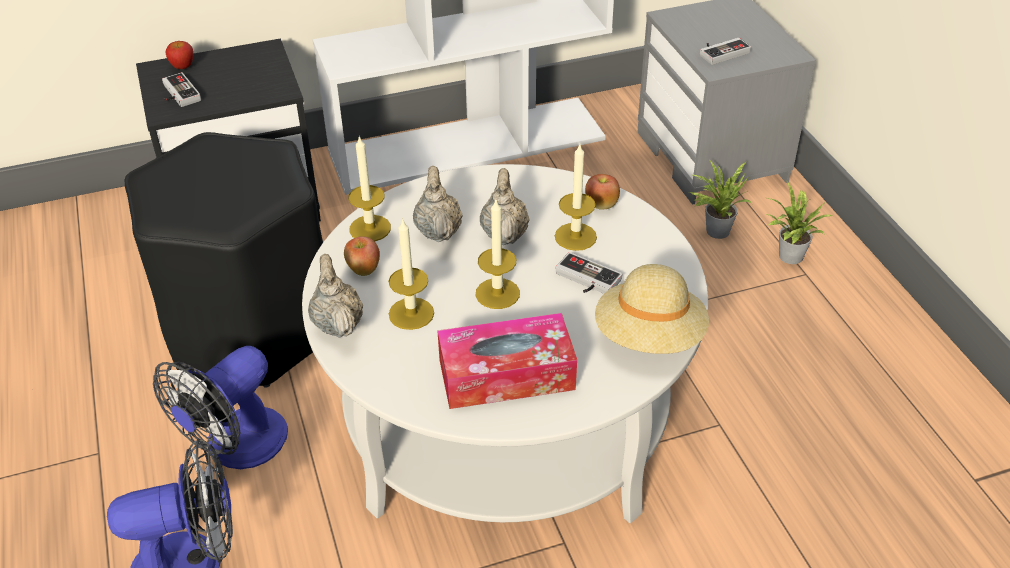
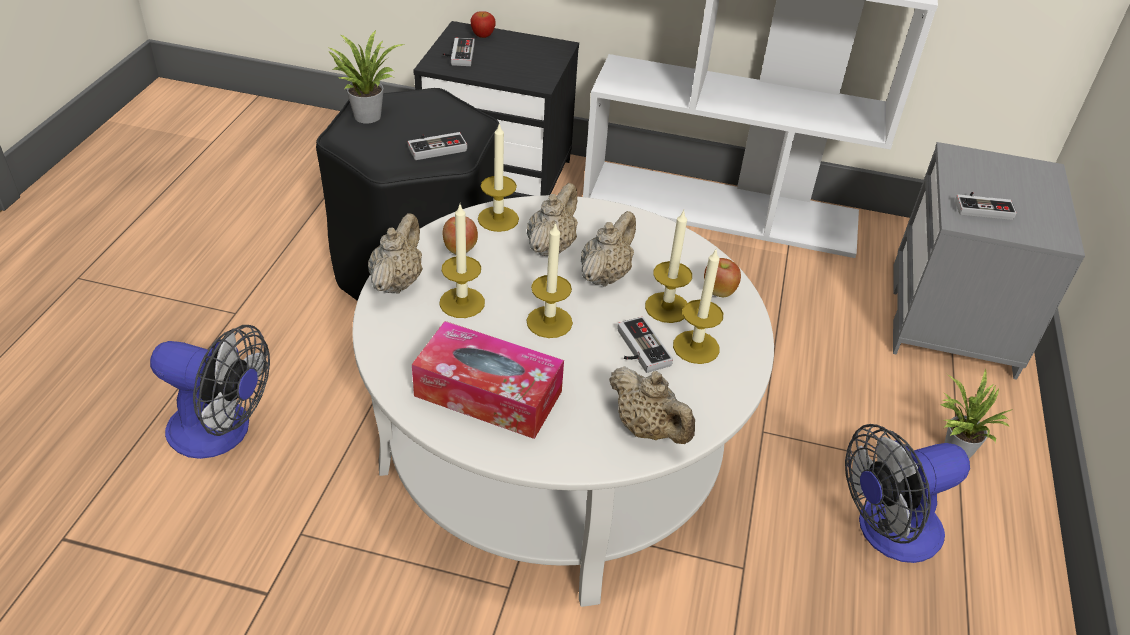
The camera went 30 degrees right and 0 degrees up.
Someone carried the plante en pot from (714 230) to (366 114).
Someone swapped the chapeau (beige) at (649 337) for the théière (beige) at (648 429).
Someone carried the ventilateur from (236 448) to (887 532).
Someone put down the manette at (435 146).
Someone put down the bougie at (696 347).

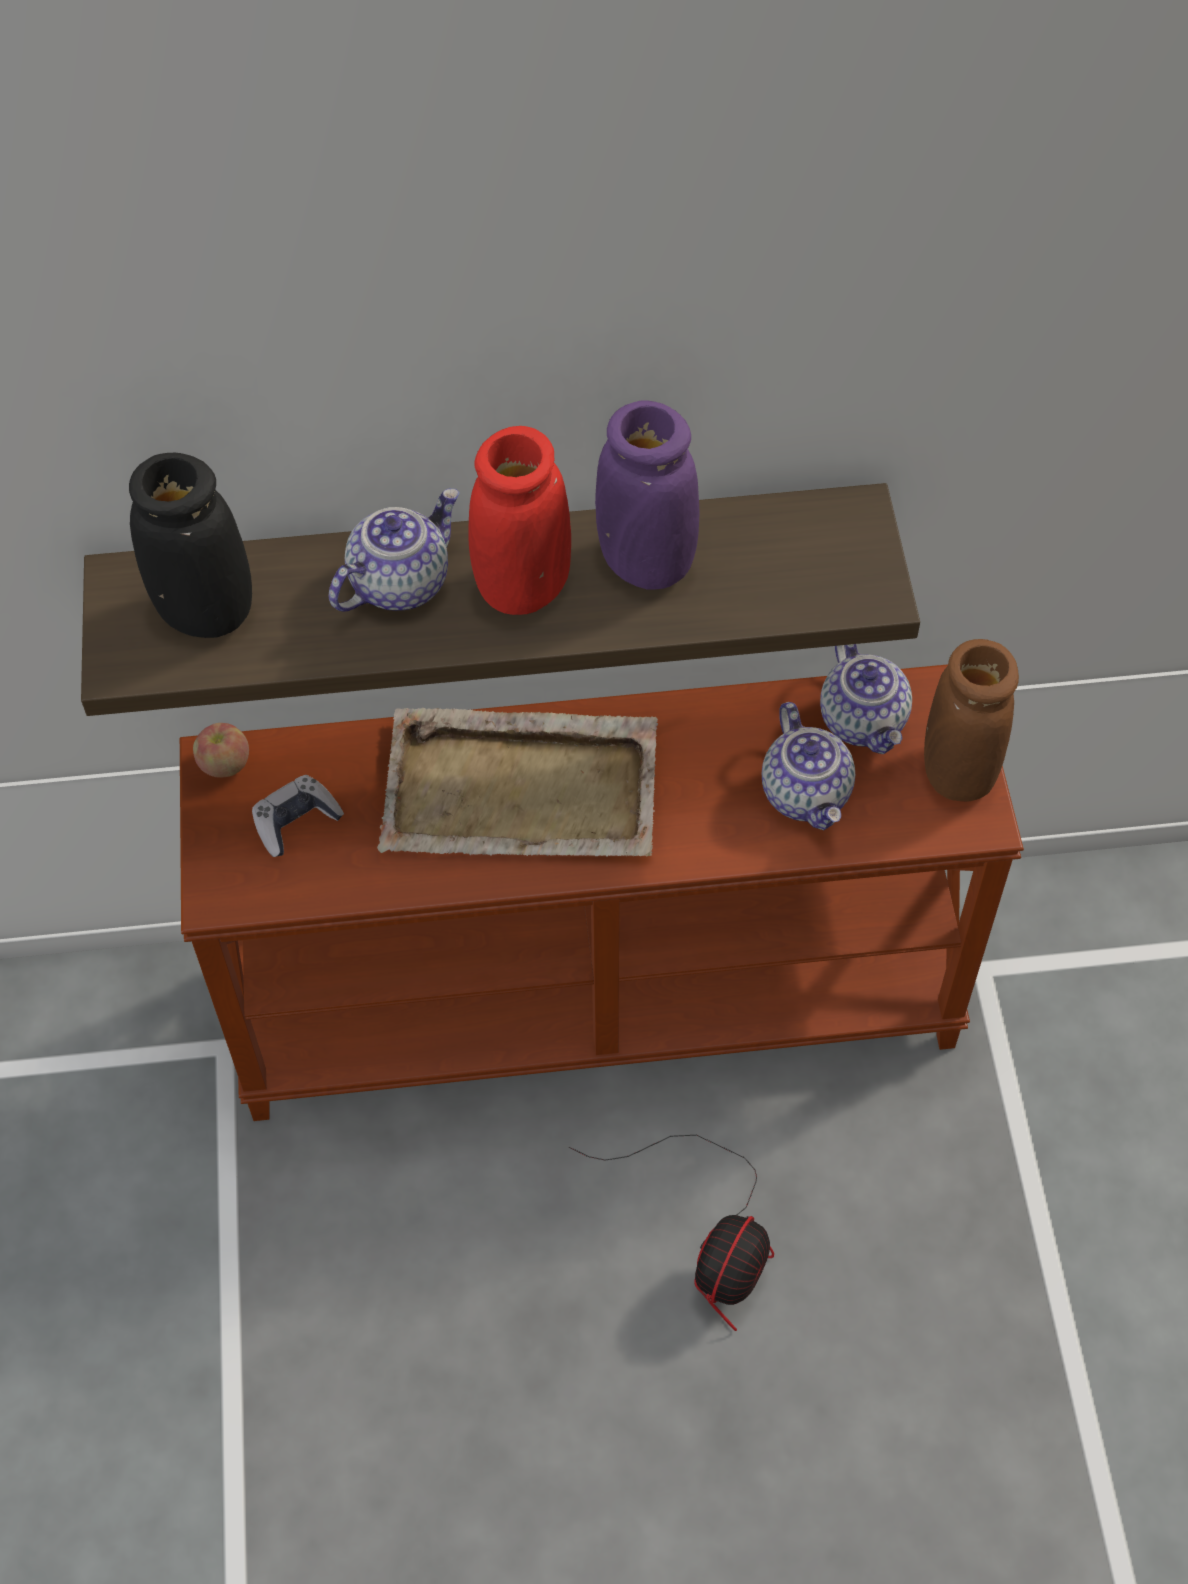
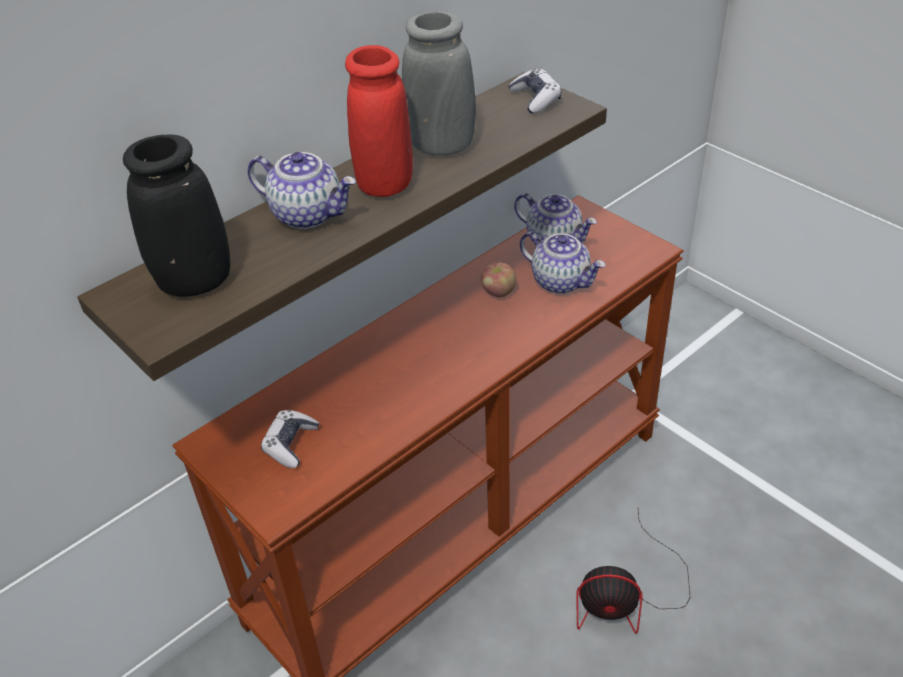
The camera went 35 degrees left and 15 degrees down.
Someone repainted the vase (violet) at (646 562), which became the vase (gris) at (441 146).
Someone rotated the théière at (399 582) by 105 degrees clockwise.
Someone took away the vase (marron) at (958 771).
Someone took away the plateau (beige) at (523 790).
Someone carried the pomme from (224 764) to (499 292).
Someone rotated the ventilateur at (712 1239) by 105 degrees clockwise.
Someone put down the manette at (535 99).

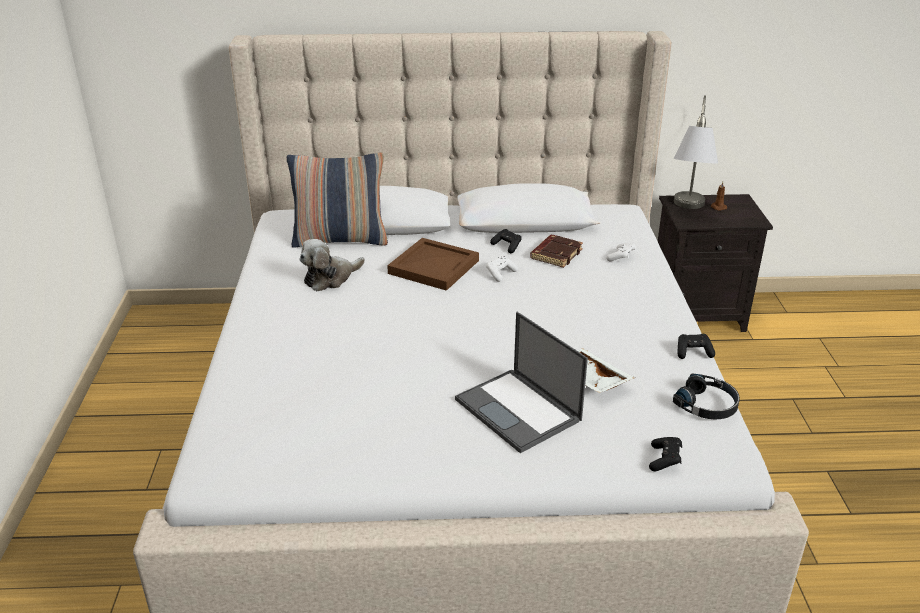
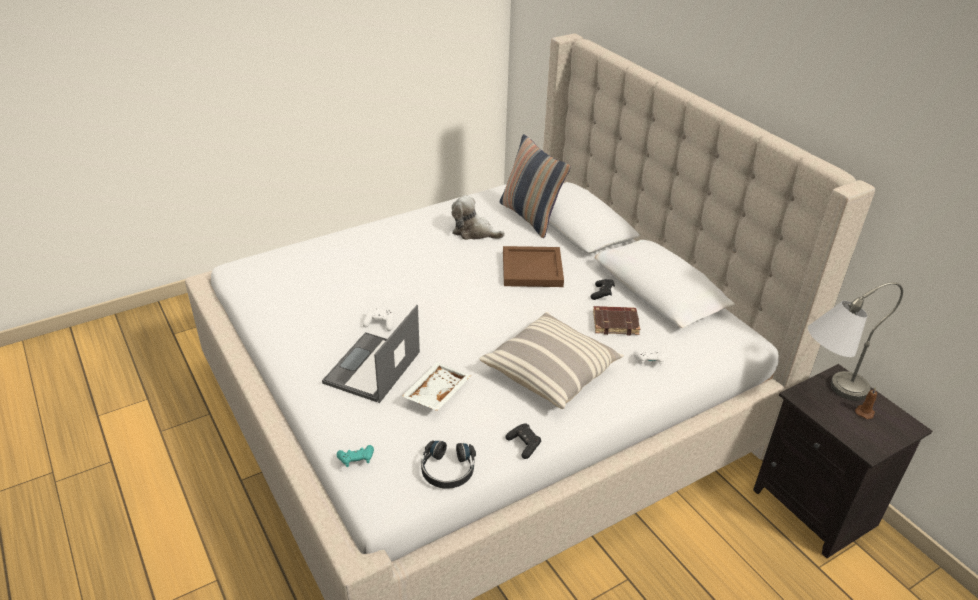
The camera went 60 degrees right and 5 degrees up.
Someone carried the manette (blanc) from (500 273) to (380 324).
Someone repainted the manette (noir) at (665 460), which became the manette (turquoise) at (356 461).
Someone put down the coussin at (551 372).

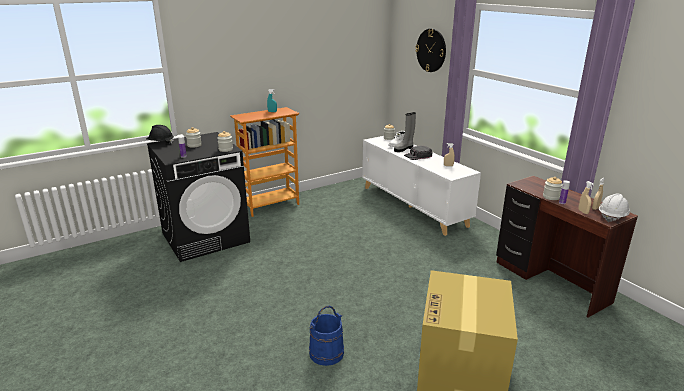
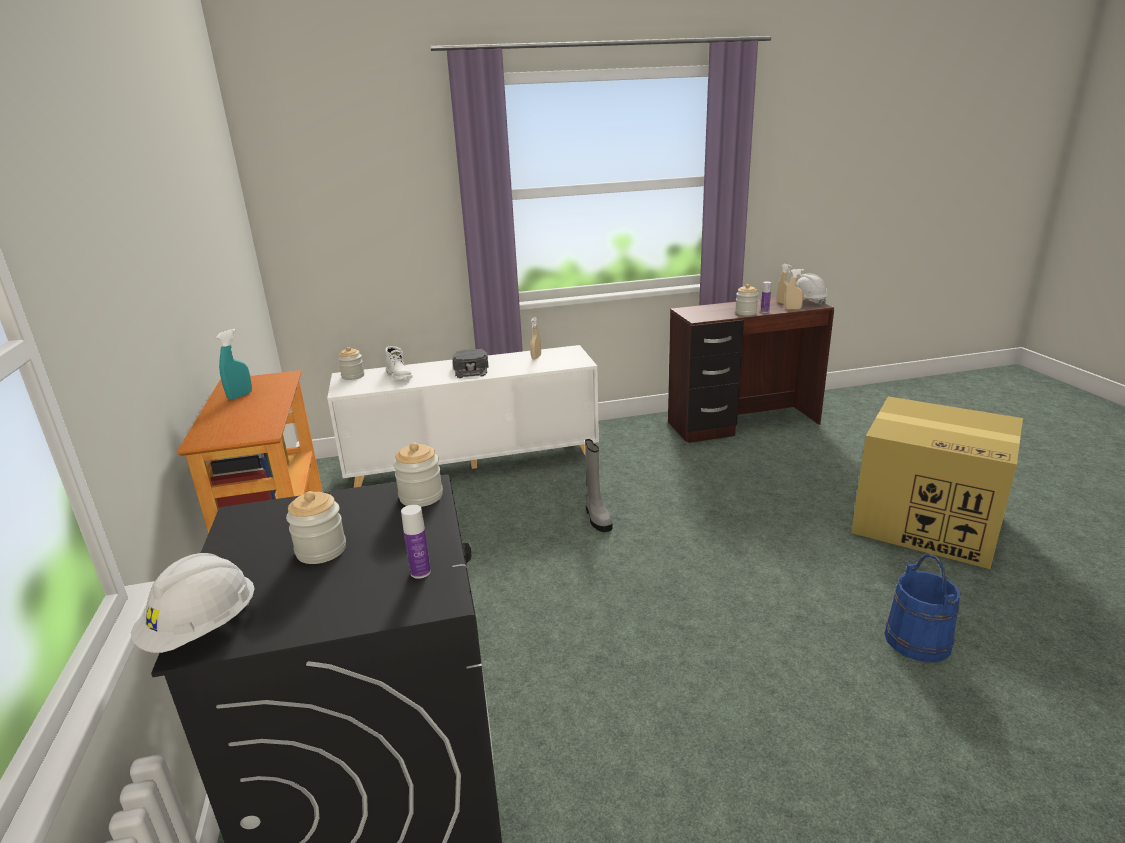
The camera went 70 degrees left and 0 degrees up.
Someone took away the horloge murale at (431 50).
Someone carried the botte (gris) from (404 149) to (597 518).
Someone repainted the casque de chantier (noir) at (160 143), which became the casque de chantier (blanc) at (202 630).

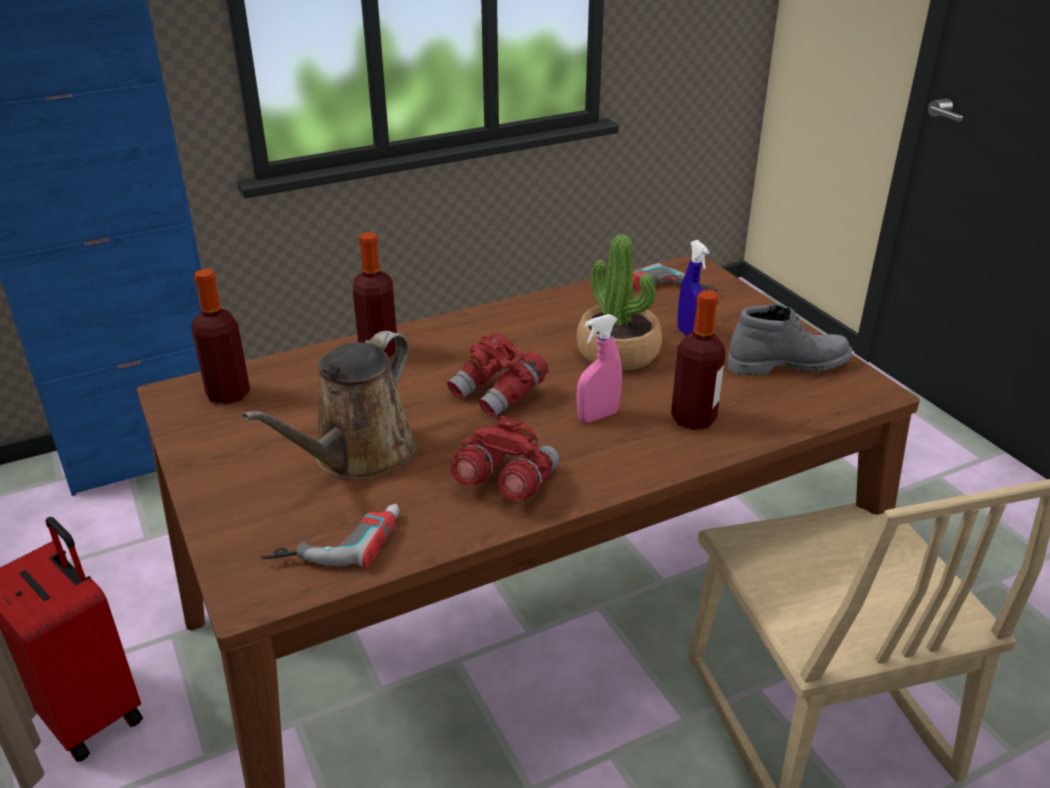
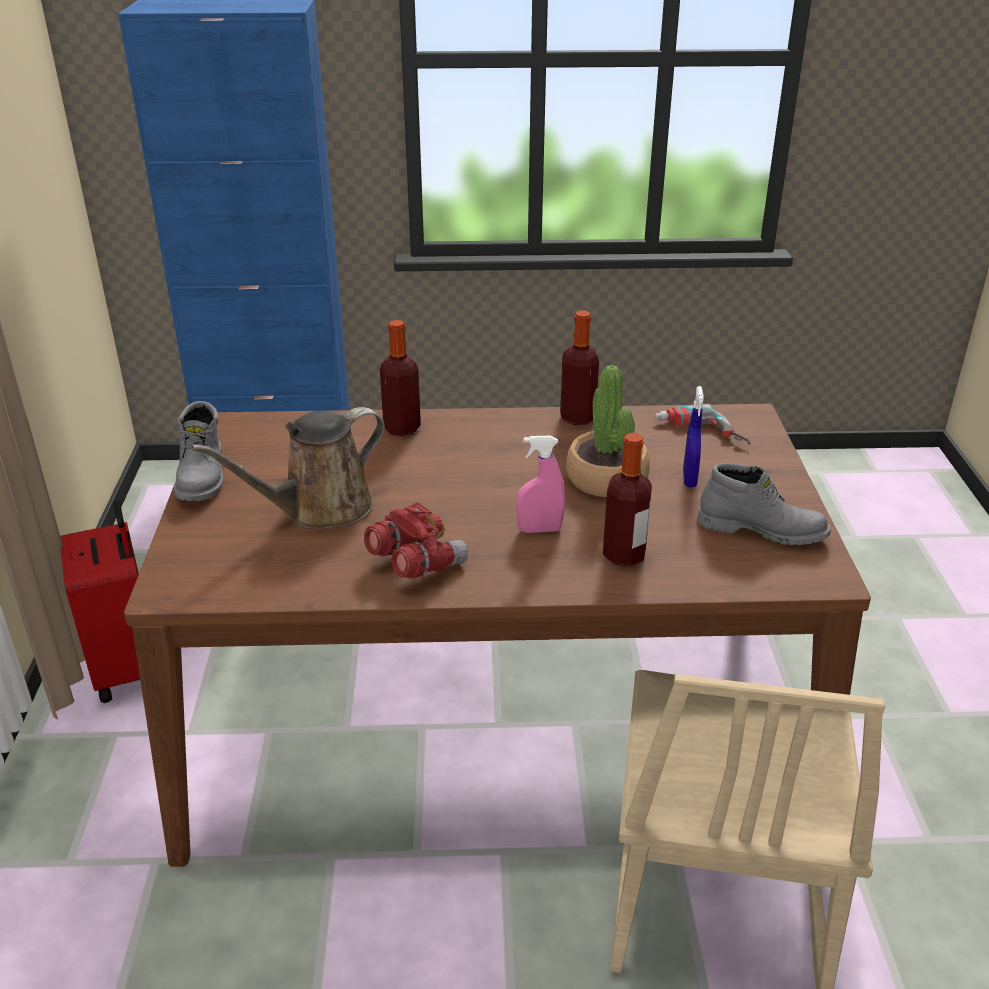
The camera went 25 degrees right and 0 degrees up.
Someone carried the bouteille from (228 394) to (577 417).
Someone took away the jumelles (rouge) at (498 394).
Someone took away the perceuse at (335 539).
Someone put down the botte (gris) at (203 477).

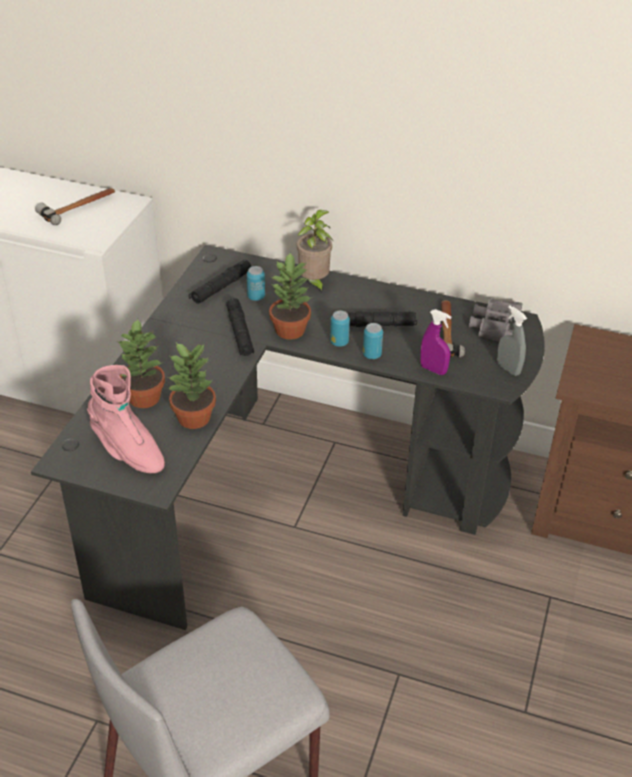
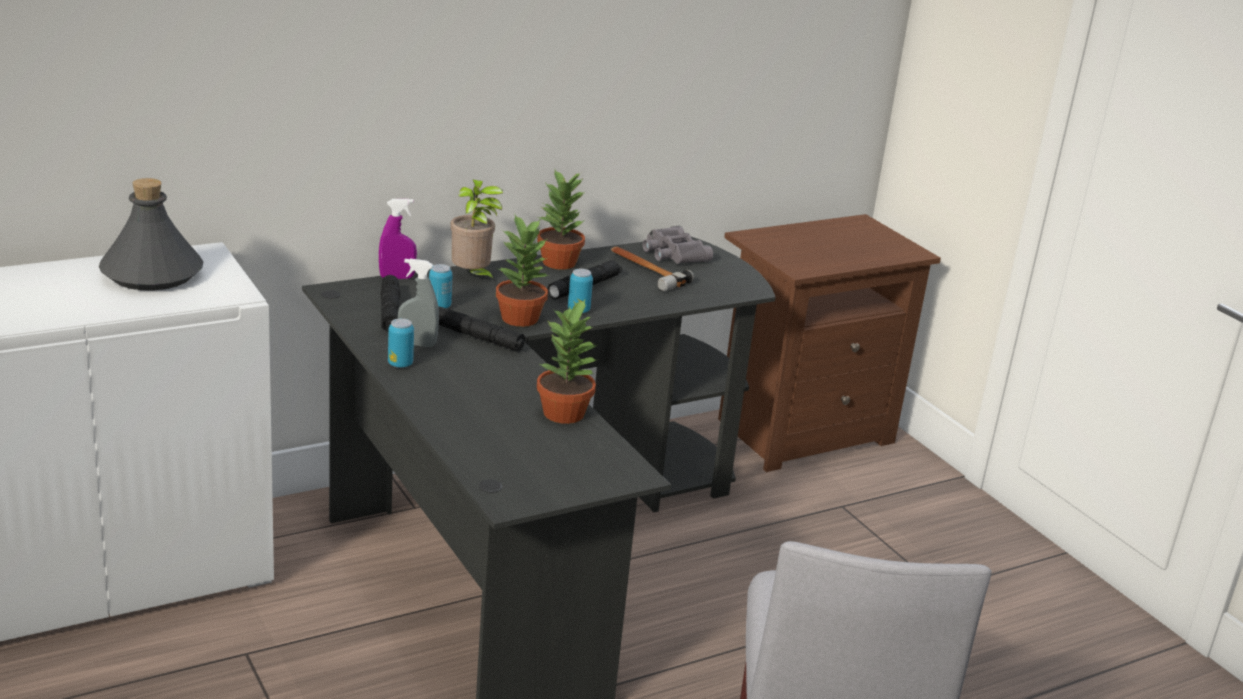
The camera went 50 degrees left and 15 degrees down.
Someone swapped the marteau at (79 207) for the bouteille (gris) at (151 274).
Someone carried the vaporisateur (gris) from (508 369) to (417 344).
Someone carried the vaporisateur (violet) from (433 369) to (397 277).
Someone carried the plante en pot from (143 398) to (559 263).
Someone carried the boîte métallique from (372 355) to (400 364).
Someone took away the botte (rose) at (127 450).

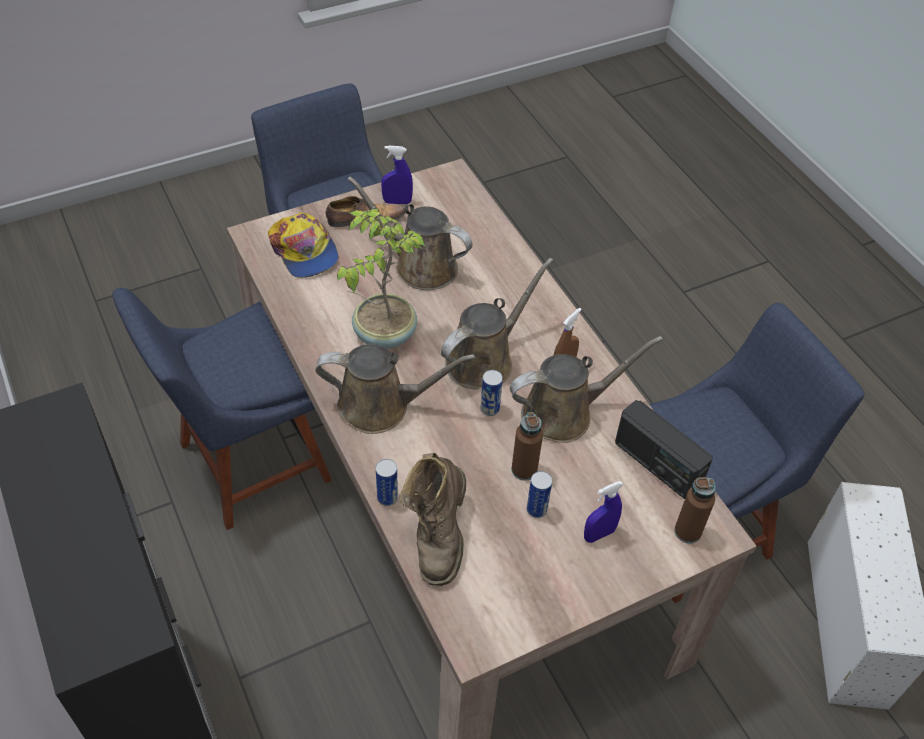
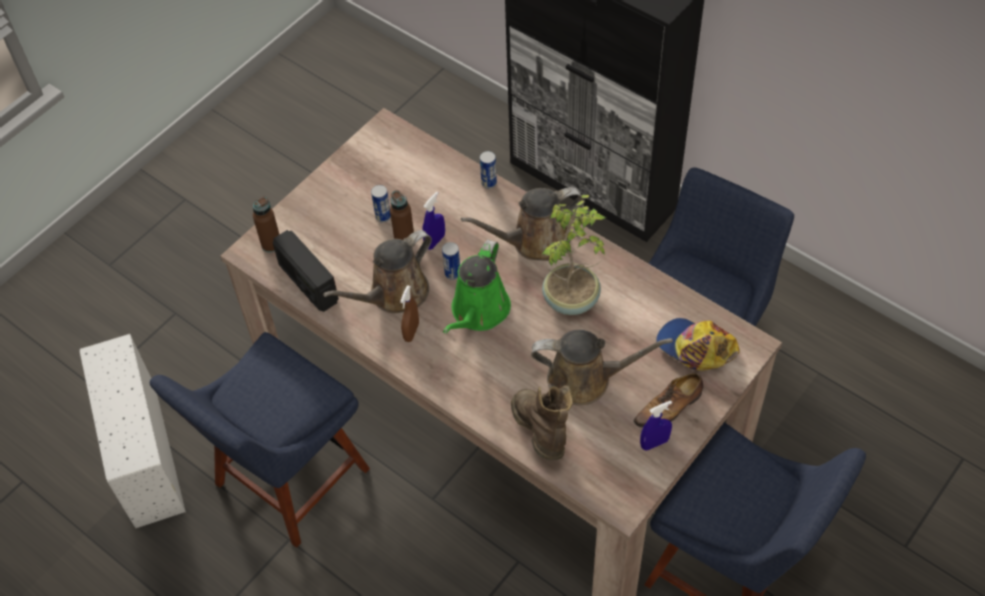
The camera went 160 degrees right and 5 degrees up.
Someone repainted the arrosoir (marron) at (484 360), which became the arrosoir (vert) at (478 312).
Someone rotated the radio at (657 465) by 150 degrees counterclockwise.
Someone carried the botte (marron) from (438 536) to (542 434).
Someone carried the vaporisateur (bleu) from (599 534) to (435 241).

